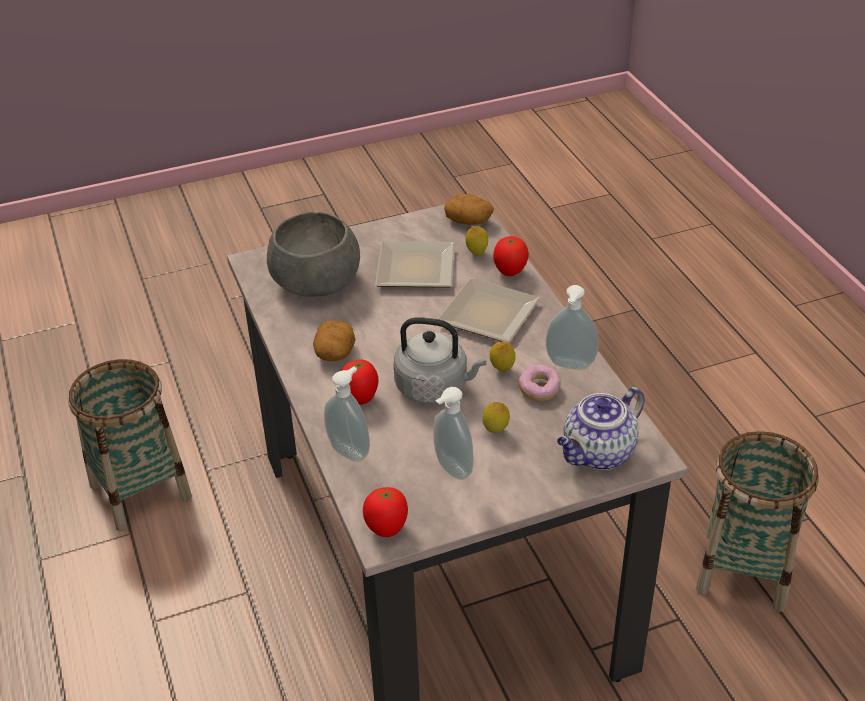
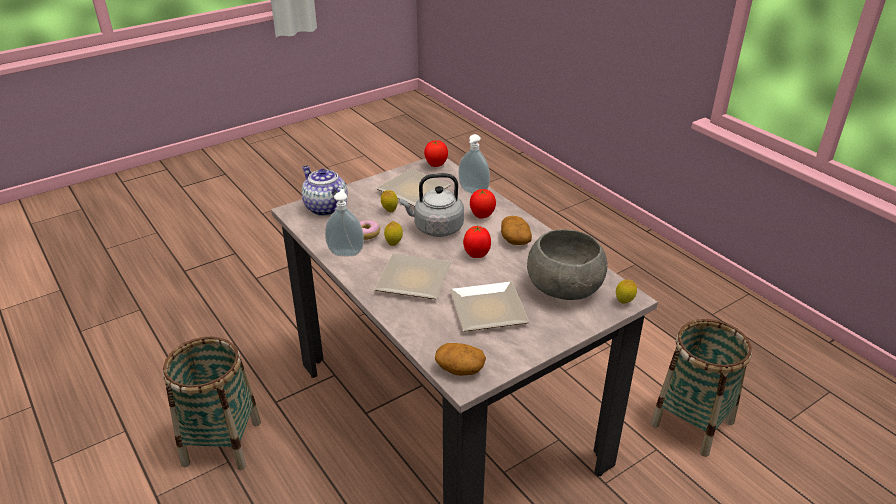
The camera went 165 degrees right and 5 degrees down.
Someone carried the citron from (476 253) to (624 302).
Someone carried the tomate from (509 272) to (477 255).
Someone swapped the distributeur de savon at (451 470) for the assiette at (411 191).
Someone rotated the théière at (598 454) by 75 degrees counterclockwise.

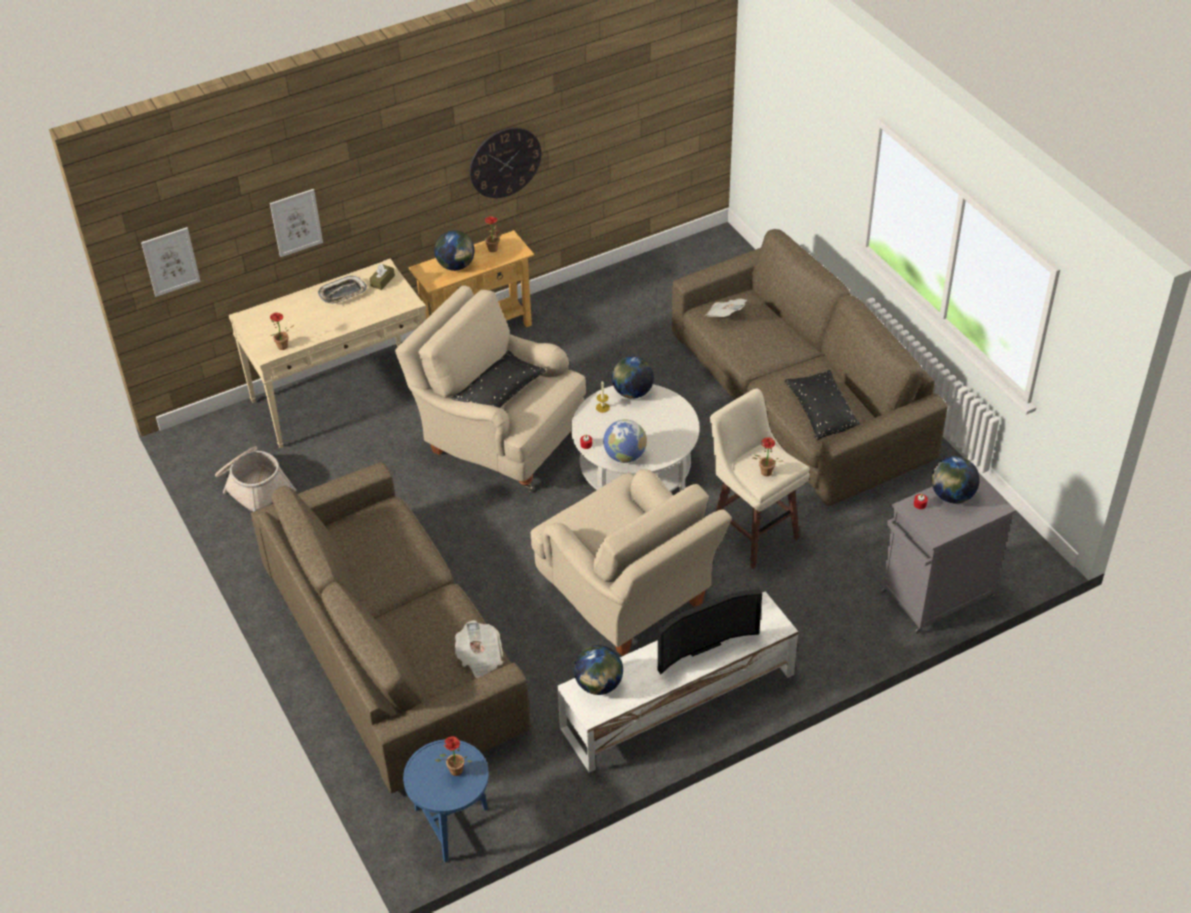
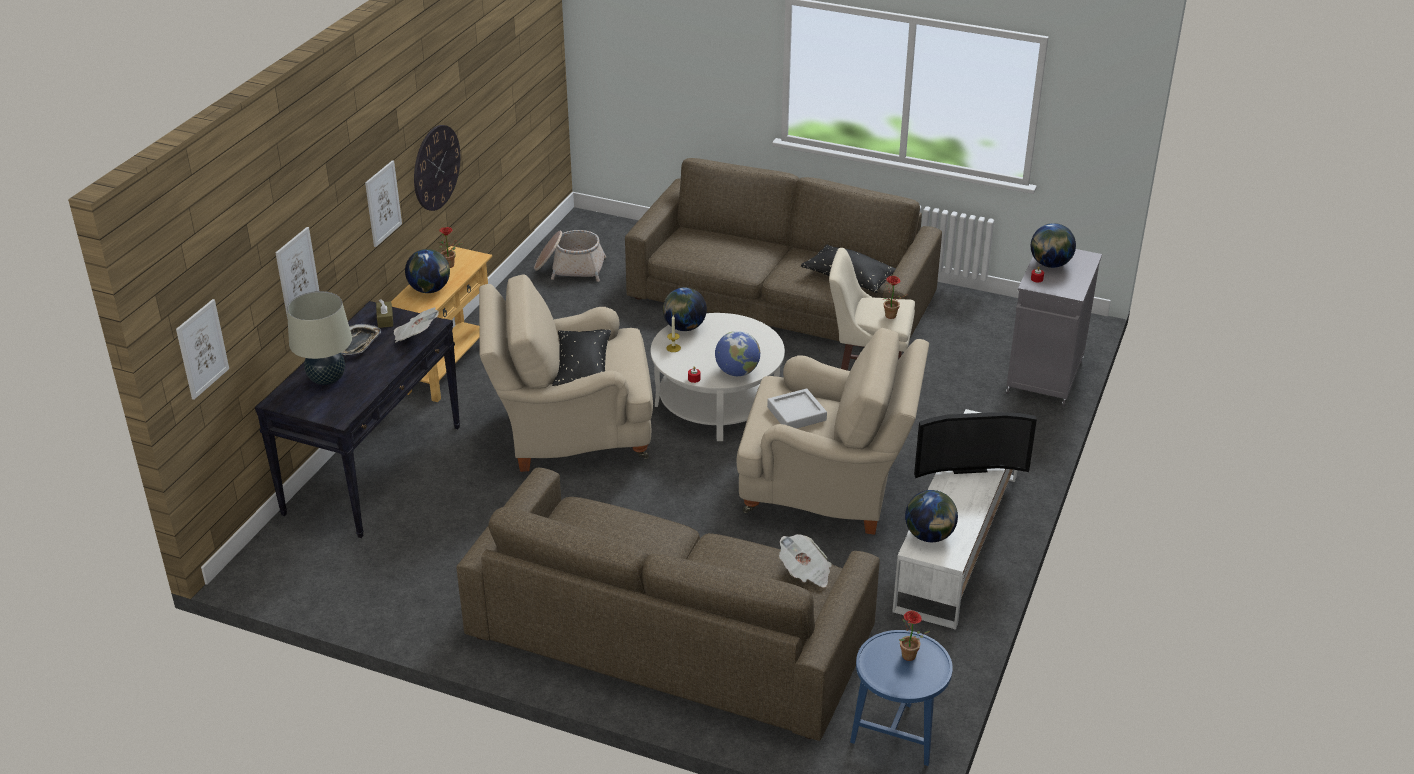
The camera went 40 degrees left and 10 degrees down.
Someone repainted the table console (beige) at (342 395), which became the table console (noir) at (373 469).
Someone carried the journal from (725 316) to (416 336).
Someone took away the plante en pot at (283 348).
Someone carried the panier from (254 487) to (570 268).
Someone rotated the téléviseur at (701 644) by 60 degrees clockwise.
Someone put up the tableau at (383 203).
Someone put down the lampe de table (beige) at (327 379).
Someone put down the plateau (gris) at (796 414).

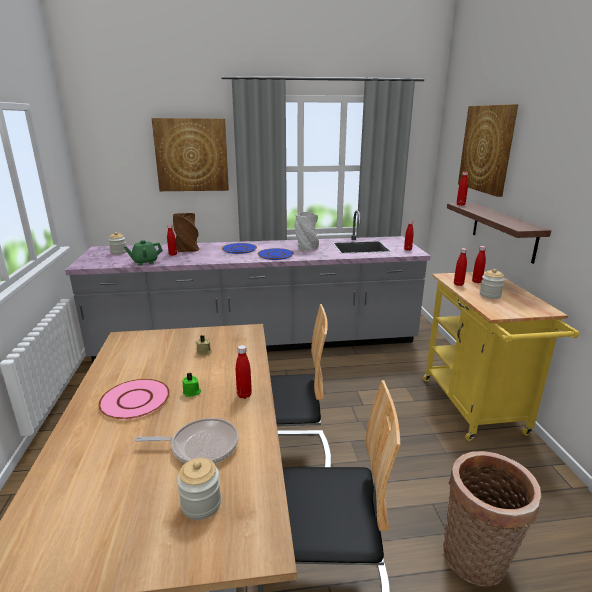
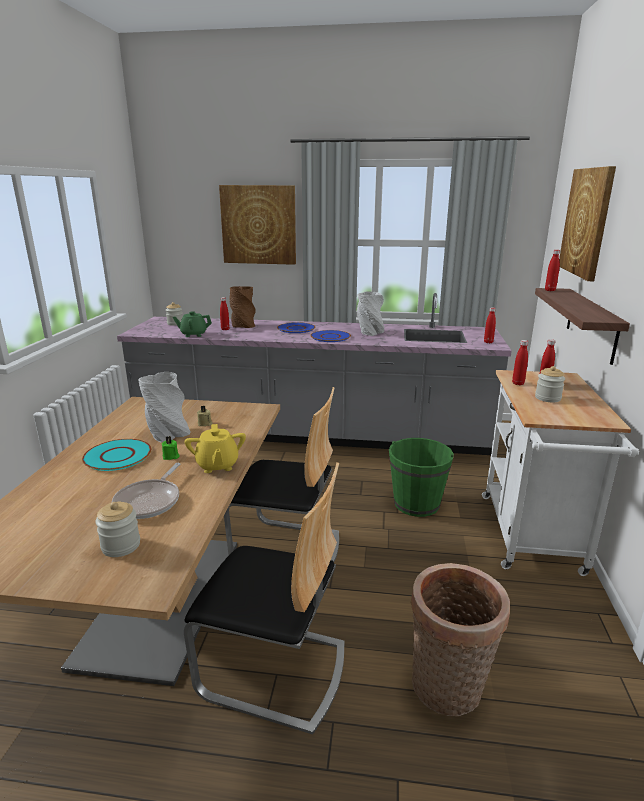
The camera went 15 degrees right and 0 degrees up.
Someone repainted the chariot (jaune) at (476 410), which became the chariot (blanc) at (532 538).
Someone swapped the bouteille (rouge) at (244 395) for the théière (jaune) at (217 465).
Someone repainted the assiette (rose) at (135 400), which became the assiette (turquoise) at (118 456).
Someone rotated the poêle at (201 446) by 90 degrees clockwise.
Someone put down the vase (gris) at (168 434).
Someone put down the seau (vert) at (416 504).

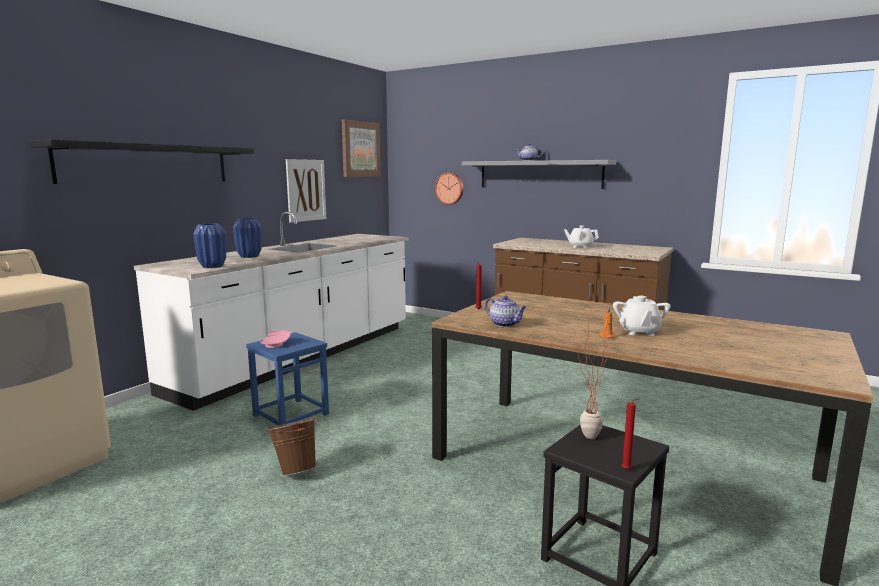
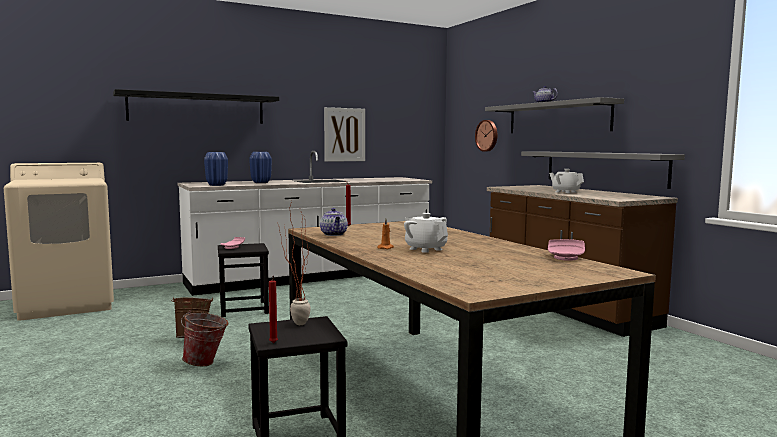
The camera went 30 degrees right and 5 degrees down.
Someone took away the tableau at (360 149).
Someone rotated the théière (blanc) at (639 332) by 105 degrees clockwise.
Someone repainted the tabouret (bleu) at (290 414), which became the tabouret (noir) at (244 309).
Someone put up the étagère (gris) at (603 168).
Someone put down the assiette (rose) at (566 257).
Someone put down the seau at (206 363).

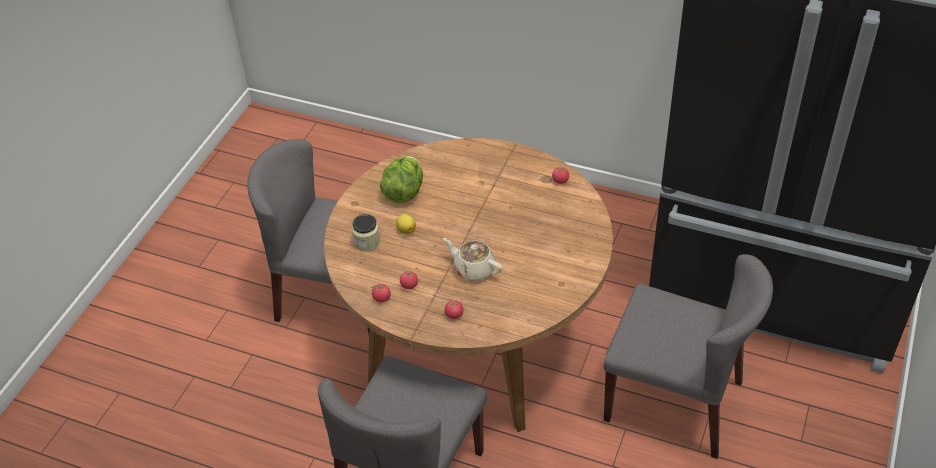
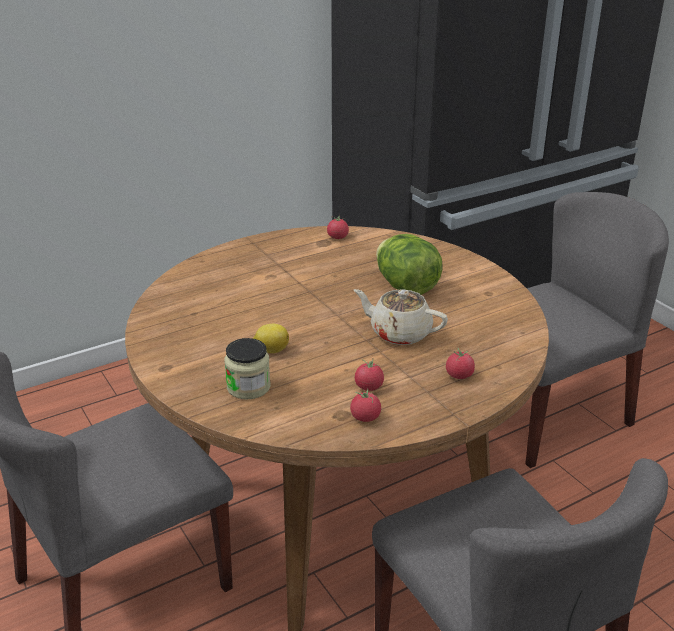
The camera went 55 degrees left and 15 degrees down.
Someone carried the laitue from (404 192) to (406 287).
Someone rotated the théière (beige) at (473 269) by 45 degrees clockwise.

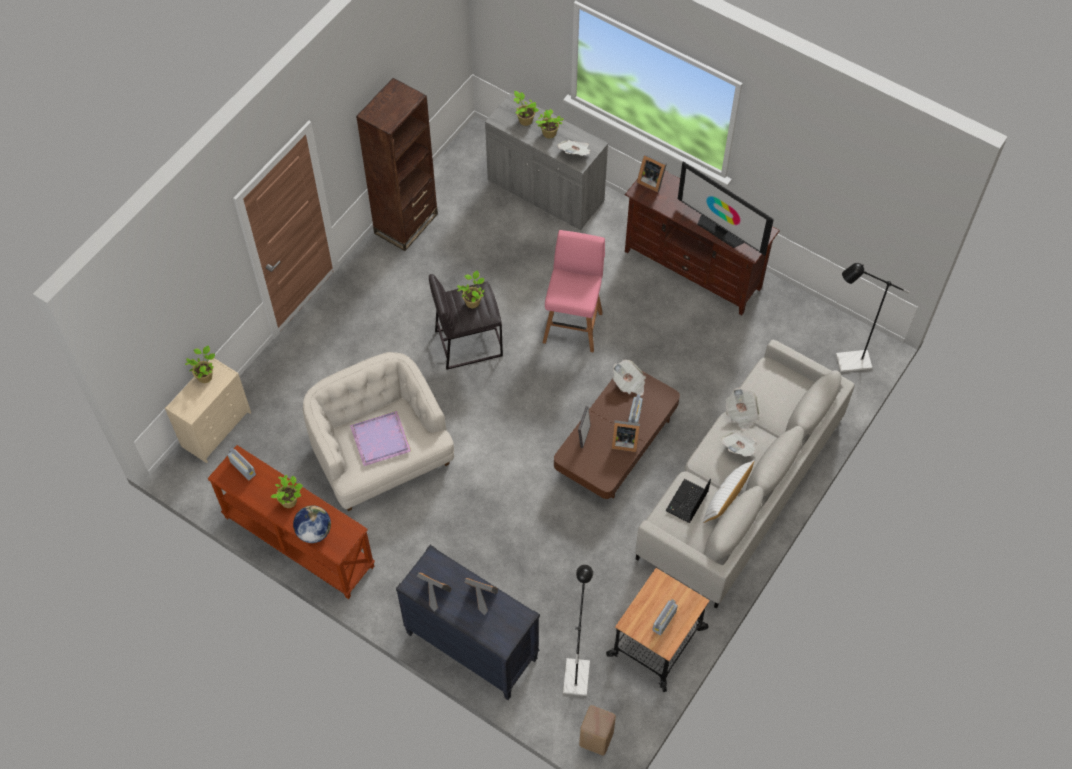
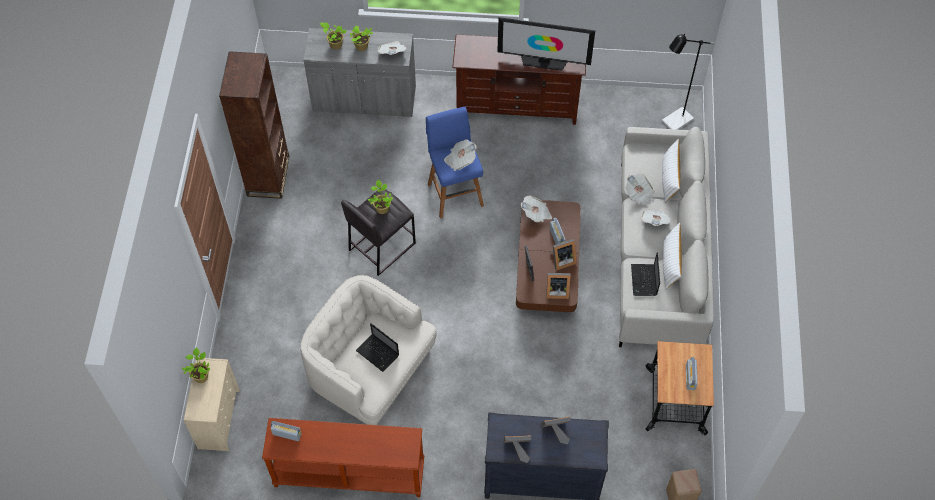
The camera went 30 degrees left and 0 degrees up.
Someone carried the cadre photo from (651 181) to (556 290).
Someone repainted the tabouret (rose) at (573 325), which became the tabouret (bleu) at (454 193).
Someone swapped the plateau (violet) at (381 439) for the ordinateur portable at (378 353).
Someone took away the plante en pot at (290 501).
Someone took away the globe at (314 532).
Someone took away the lampadaire (noir) at (577 670).
Someone put down the journal at (460 160).
Someone put down the coussin (blanc) at (669 178).

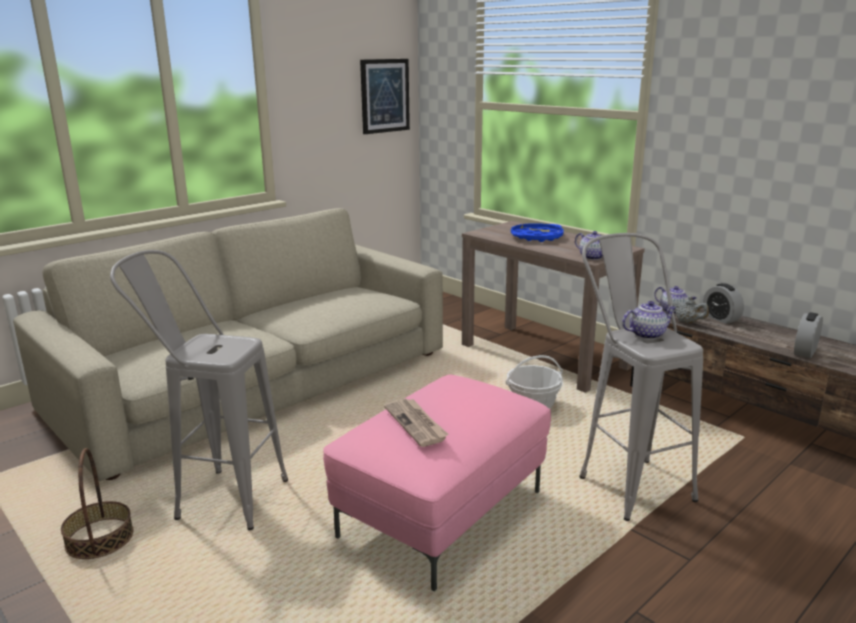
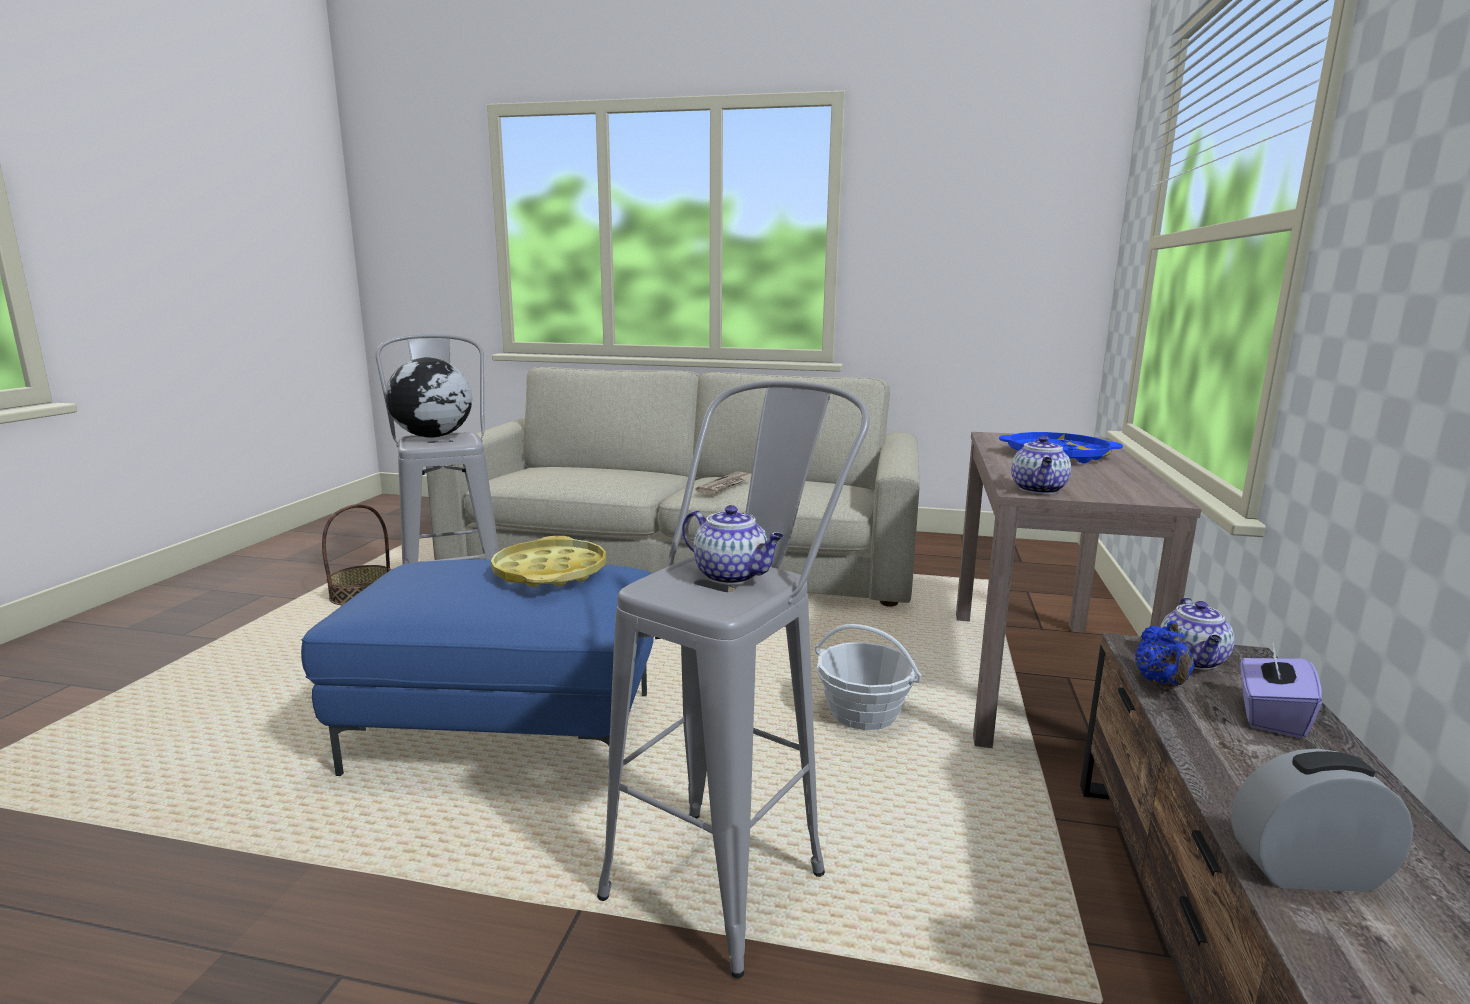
The camera went 55 degrees right and 5 degrees down.
Someone took away the tableau at (384 96).
Someone swapped the réveil at (720 318) for the boîte à mouchoirs (violet) at (1270 716).
Someone repainted the théière (gris) at (687 322), which became the théière (bleu) at (1162 683).
Someone repainted the pouf (rose) at (443 515), which became the pouf (bleu) at (504 733).
Someone carried the journal from (416 424) to (726 485).
Someone put down the globe at (433 437).
Someone put down the plateau (jaune) at (550 572).

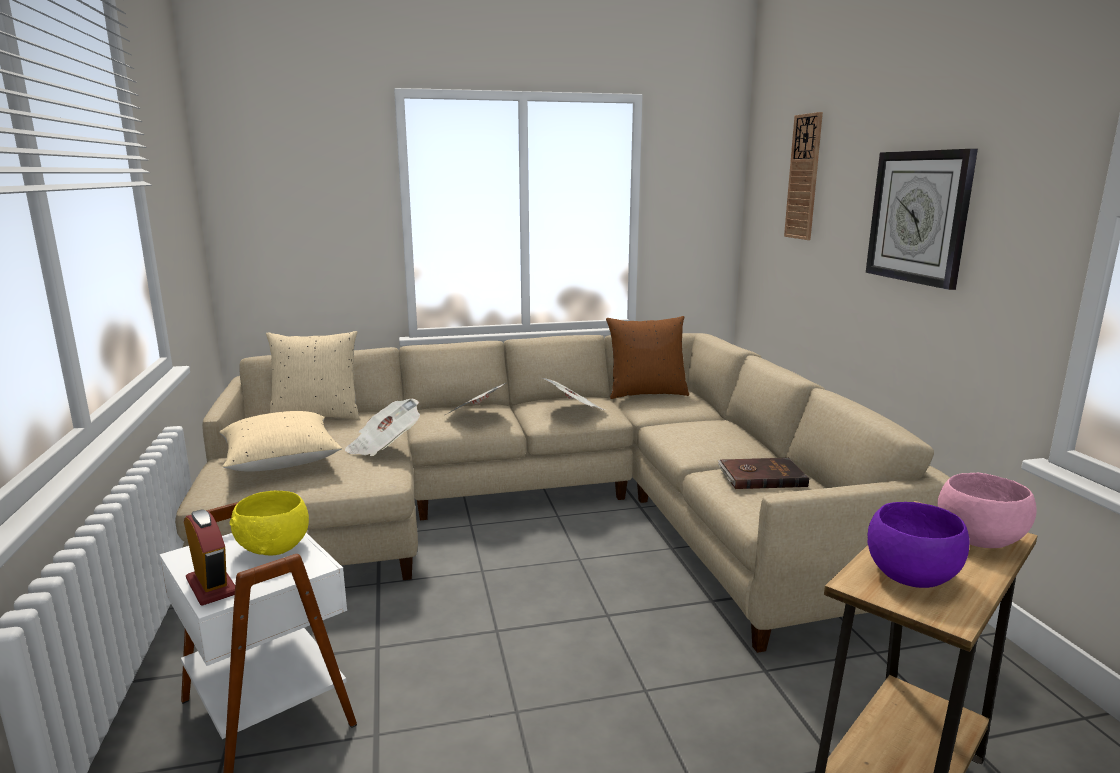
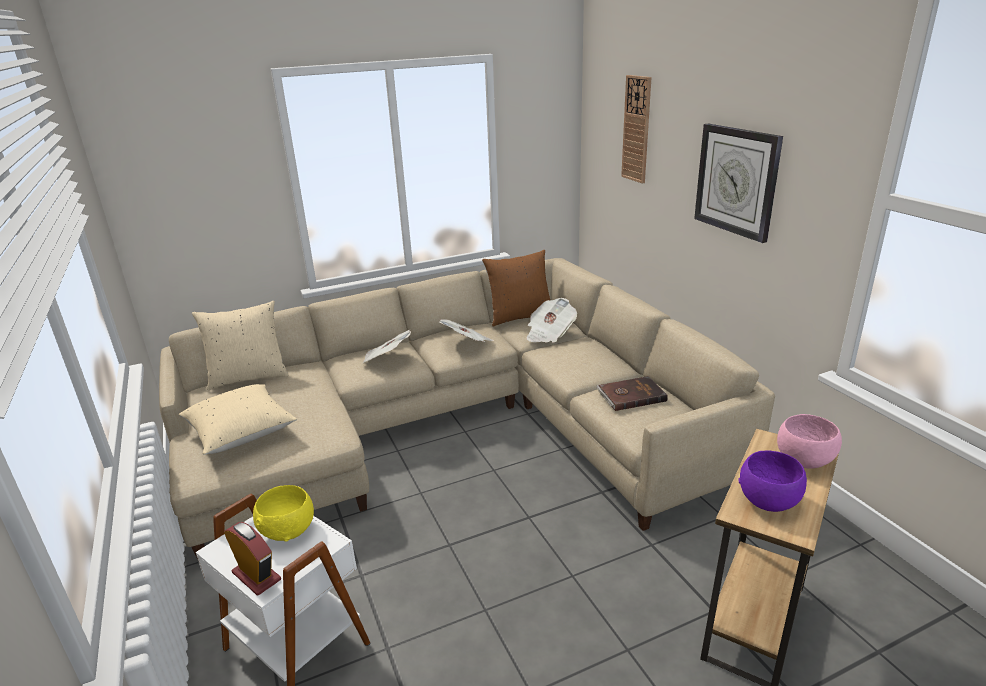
The camera went 10 degrees left and 10 degrees up.
Someone carried the journal from (384 446) to (549 334).

